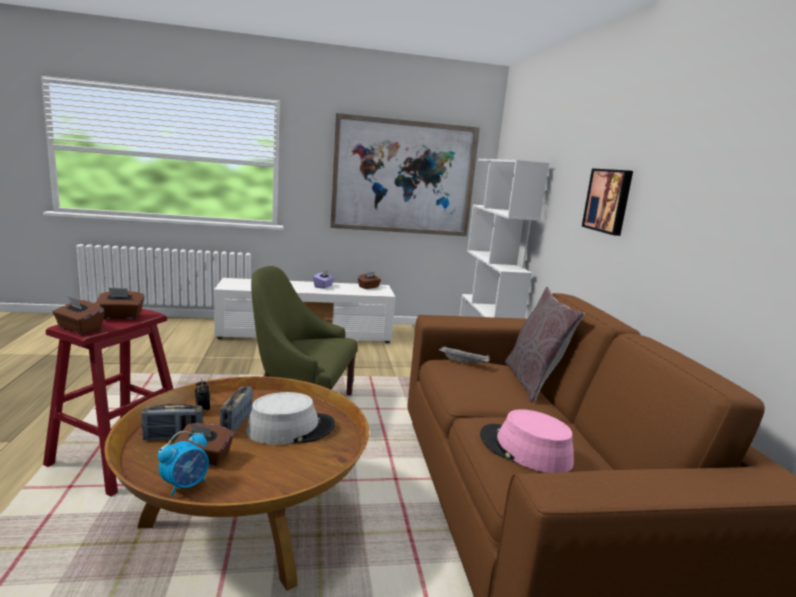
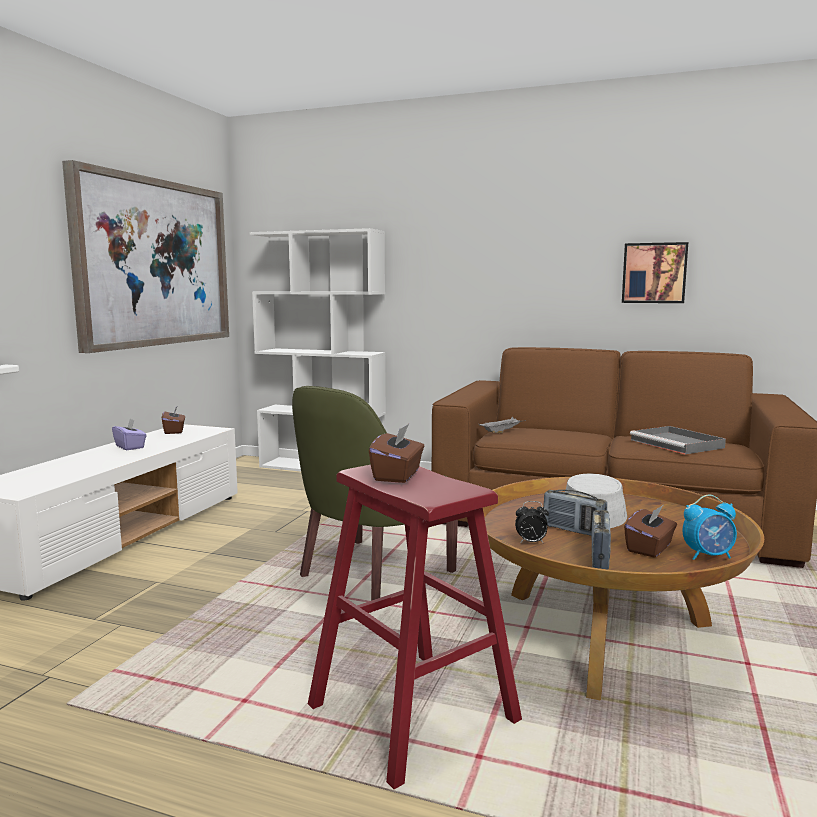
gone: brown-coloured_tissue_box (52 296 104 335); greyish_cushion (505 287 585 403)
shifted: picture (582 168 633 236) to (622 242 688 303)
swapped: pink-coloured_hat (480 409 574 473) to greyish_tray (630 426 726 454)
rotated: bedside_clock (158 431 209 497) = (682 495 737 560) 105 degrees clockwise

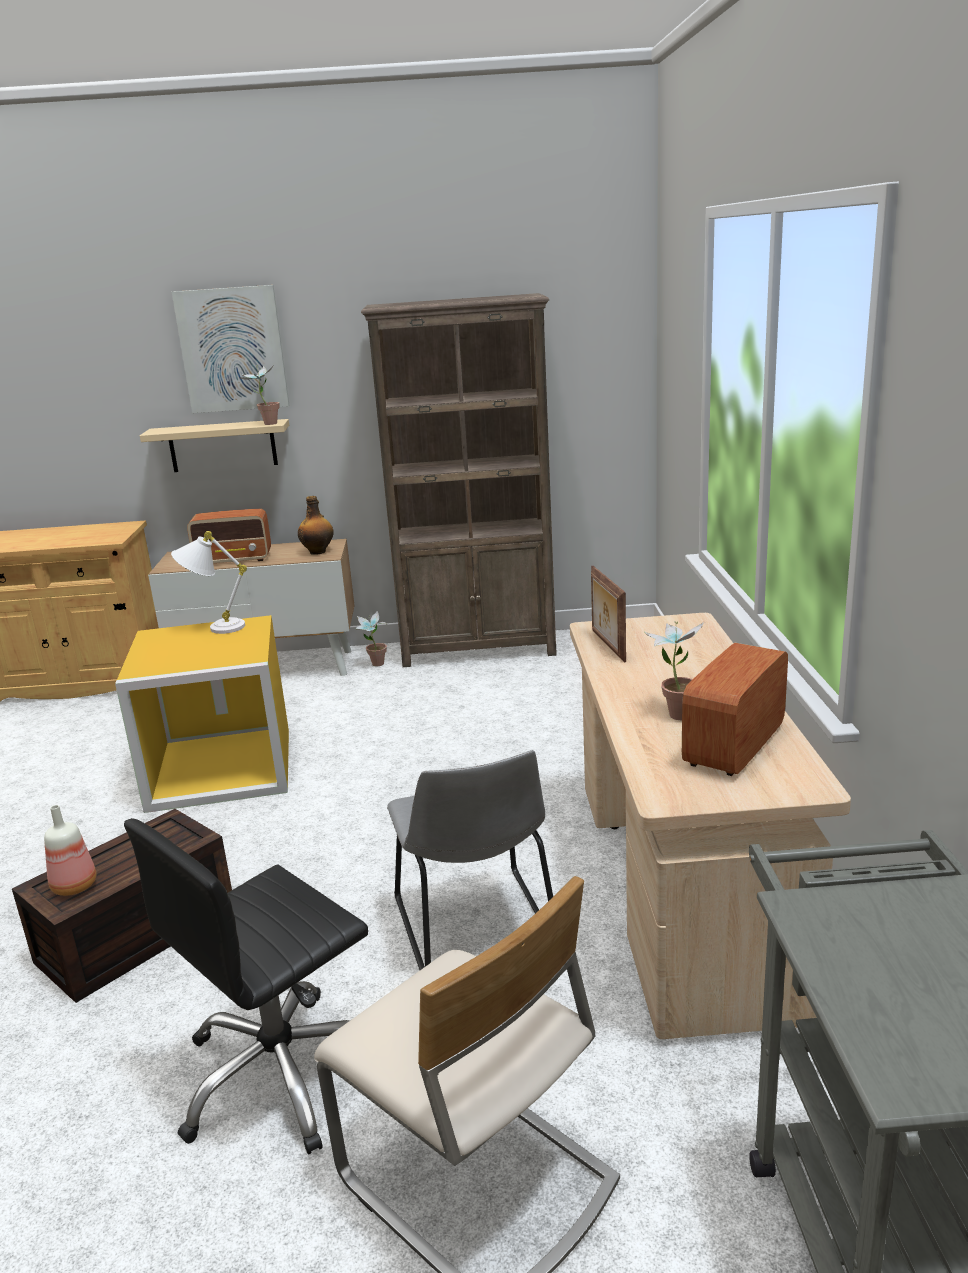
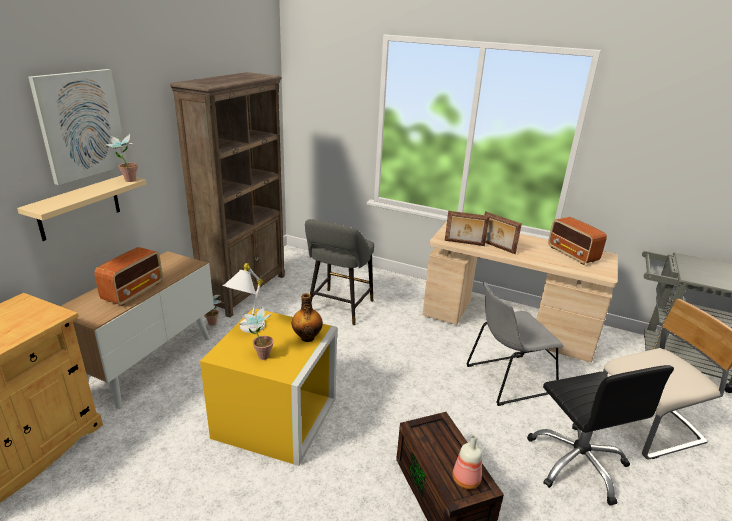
new: greyish_stool (305 219 374 325); picture_frame (485 211 522 254)
shifted: bottle (298 496 334 555) to (292 293 323 342); plant_in_a_pot (643 621 704 720) to (240 306 274 360)
rotated: greyish_plain_chair (387 750 553 970) = (466 281 563 406) 150 degrees clockwise

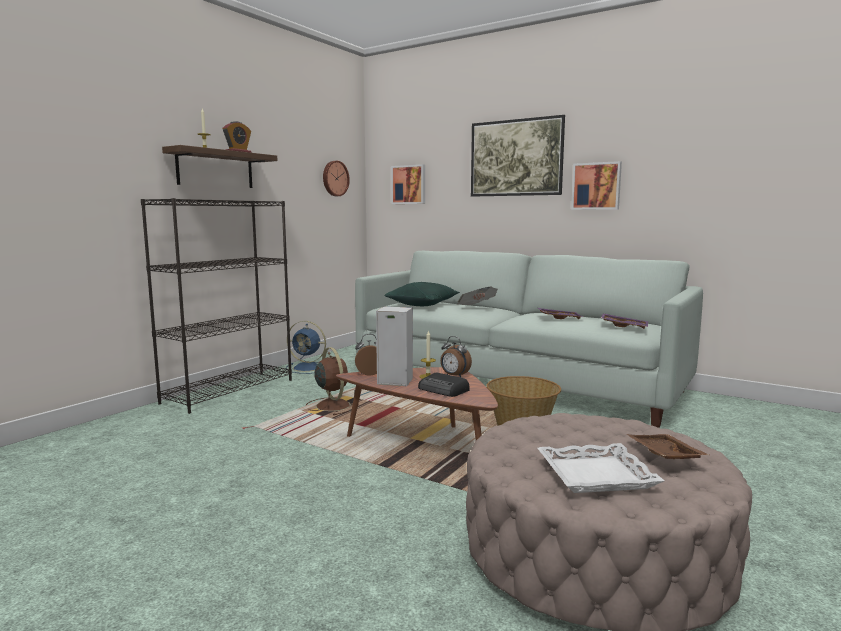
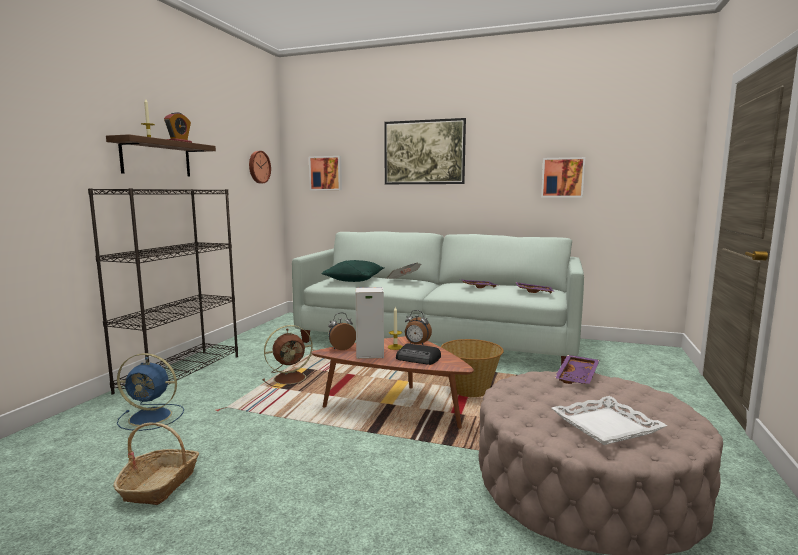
gone: brown-coloured_tray (627 434 709 459)
new: household_basket (113 422 199 505); purple-coloured_tray (555 355 599 384)
shifted: bluish_cooling_fan (286 321 326 374) to (117 353 184 431); picture (571 161 622 210) to (541 157 585 198)
rotated: brown-coloured_cooling_fan (305 347 359 415) = (262 325 315 388) 105 degrees clockwise

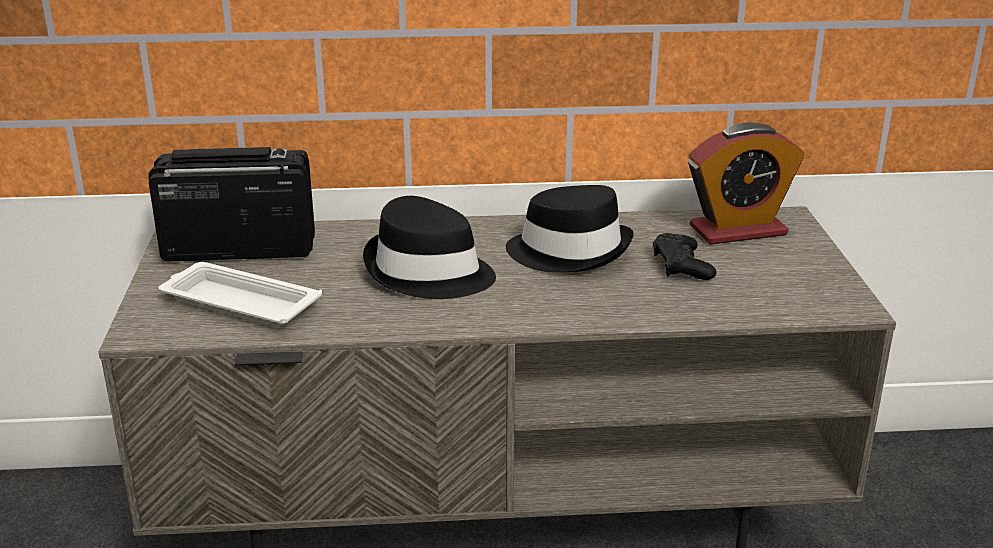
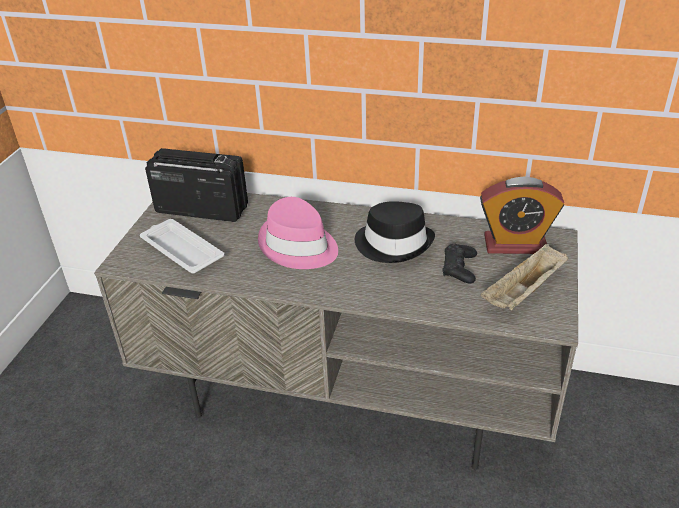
new: beige-coloured_tray (481 244 568 310)
repainted: black-coloured_hat (363 196 496 299) to pink-coloured_hat (258 197 338 269)

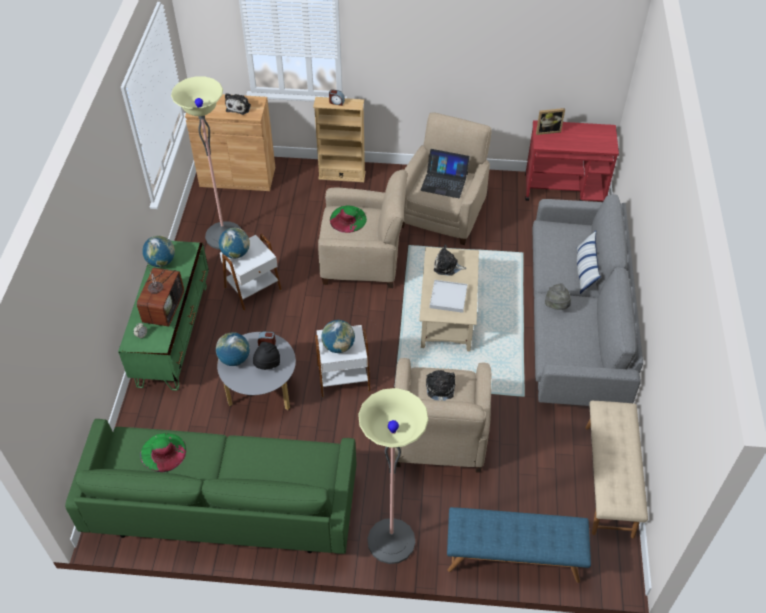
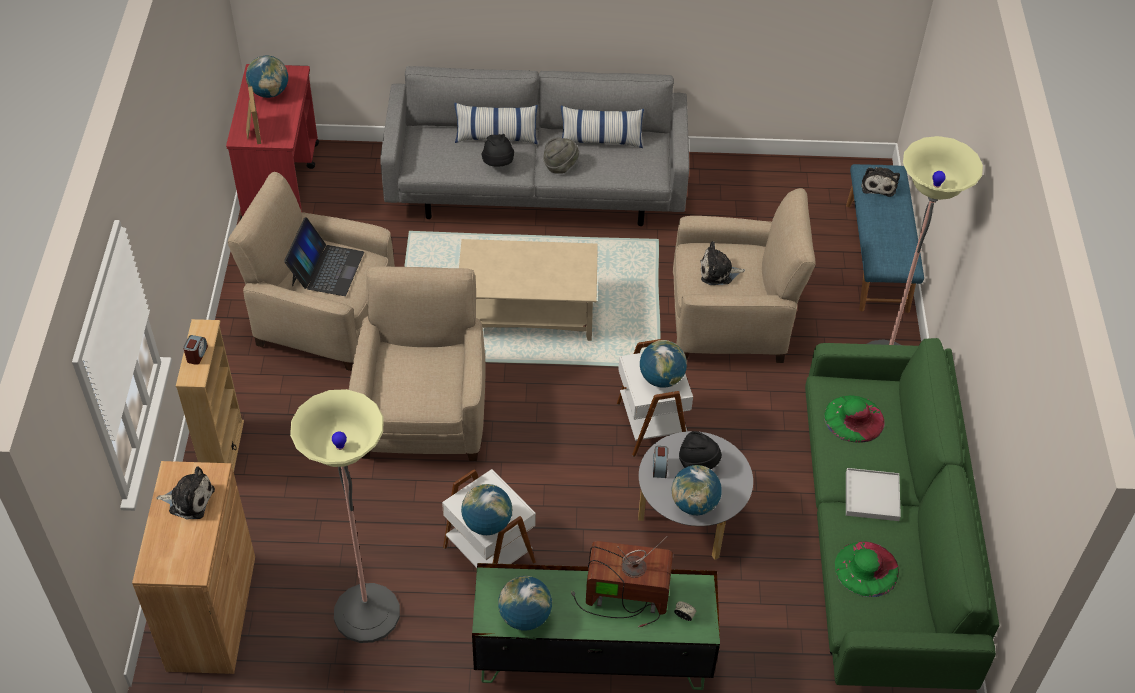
gone: beige-coloured_indoor_bench (586 401 648 538)
new: globe (246 56 288 98); black-coloured_hat (482 134 514 167); cushion (561 106 644 148)
shifted: green-coloured_hat (330 206 367 233) to (824 395 885 442); whitish_tray (430 280 467 313) to (846 468 901 521); soft_toy (434 245 466 276) to (861 167 900 197)

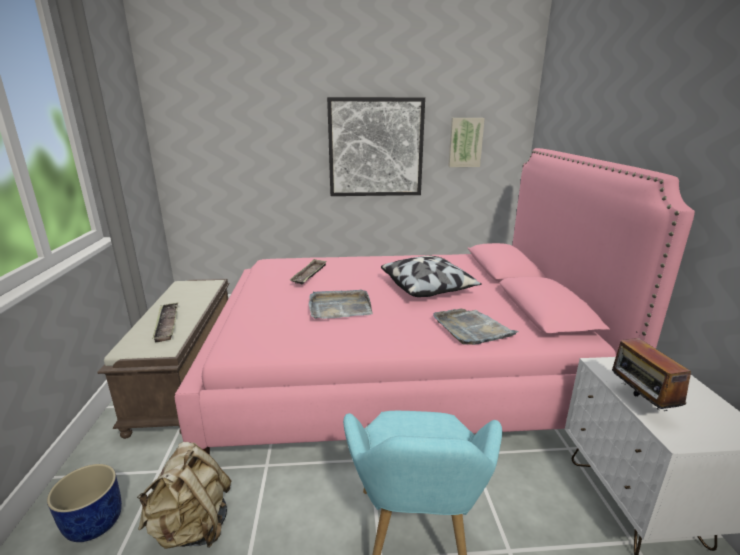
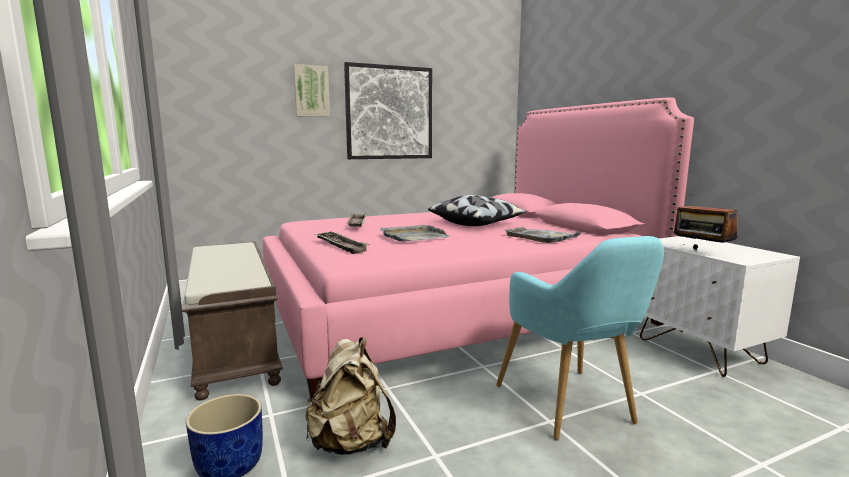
shifted: tray (152 302 178 343) to (315 231 370 254); picture (448 118 485 167) to (293 64 330 117)

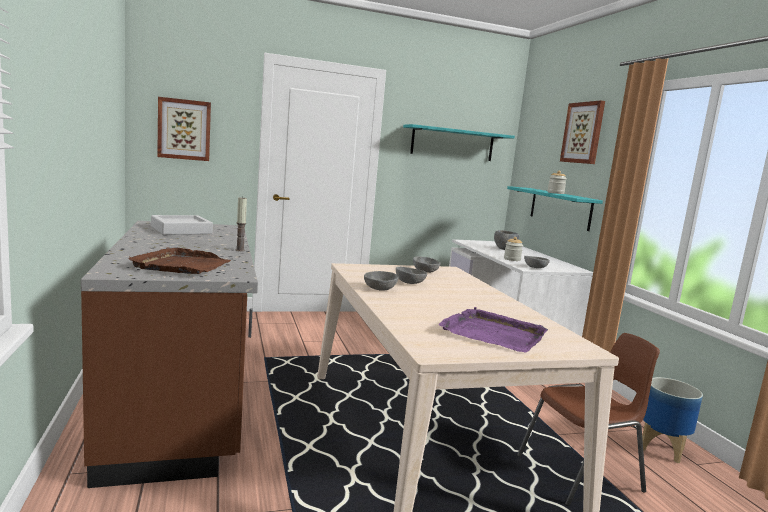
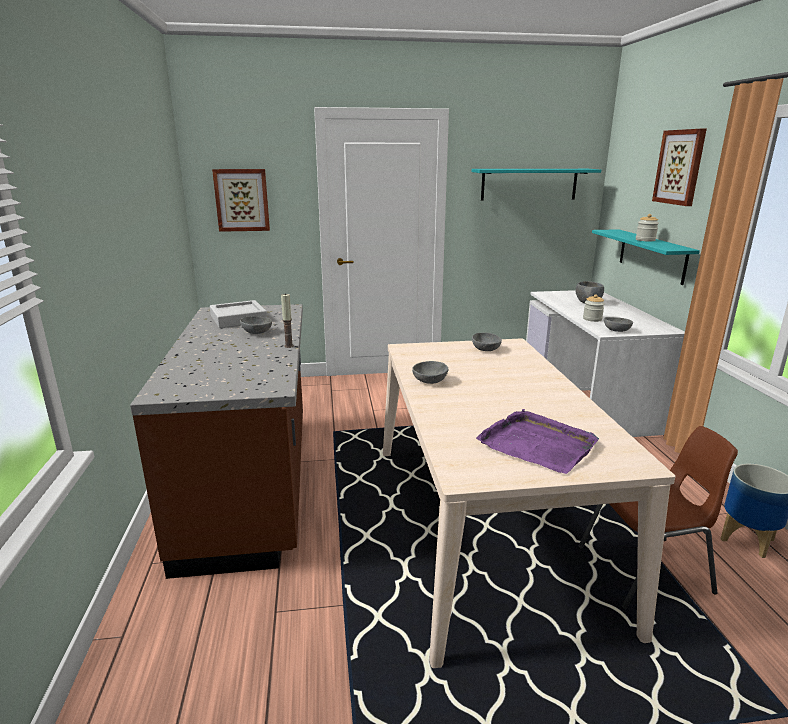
gone: brown-coloured_tray (128 247 231 274)
shifted: greyish_serving_bowl (396 267 427 284) to (240 316 272 334)

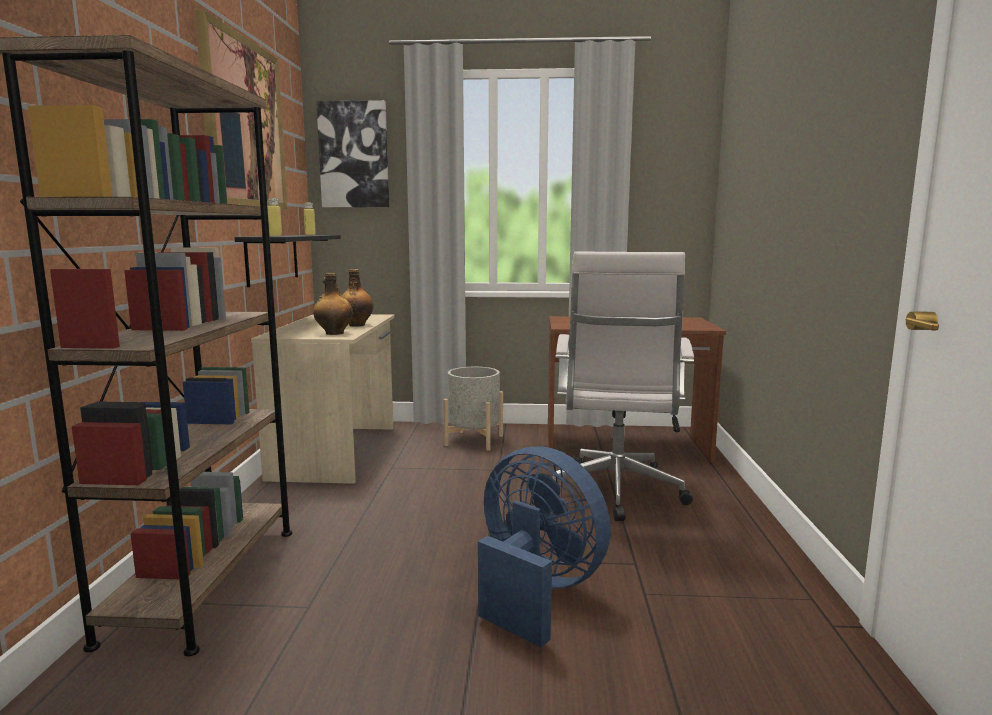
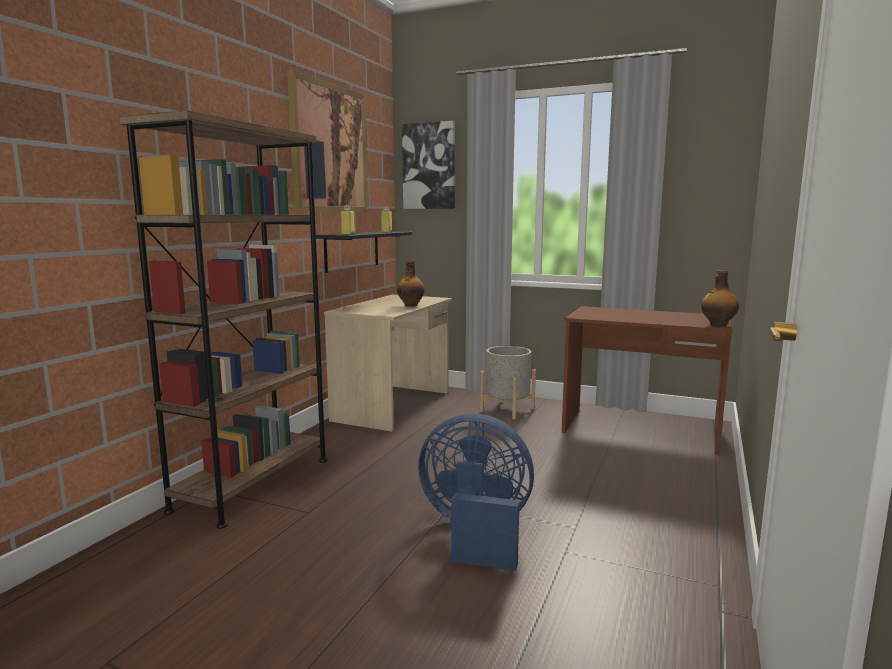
gone: whitish_desk_chair (553 251 694 521)
shifted: bottle (313 273 353 335) to (701 270 739 326)
rotated: bluish_cooling_fan (478 447 611 647) = (418 414 534 571) 45 degrees counterclockwise

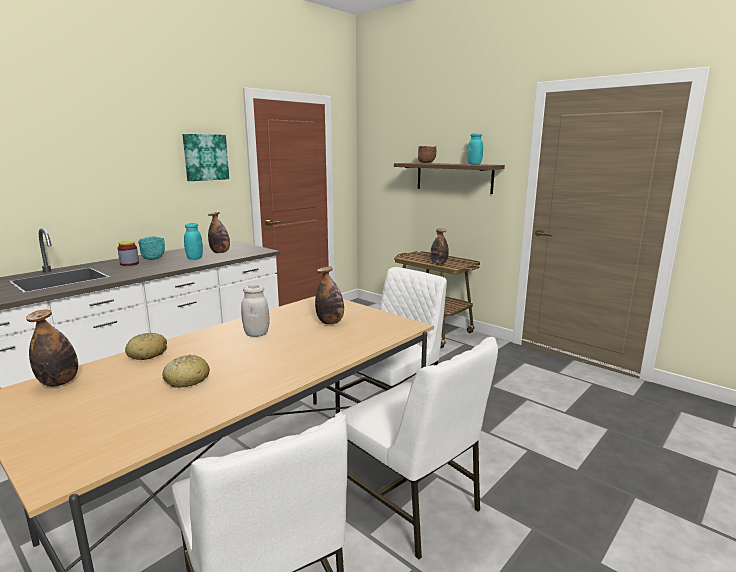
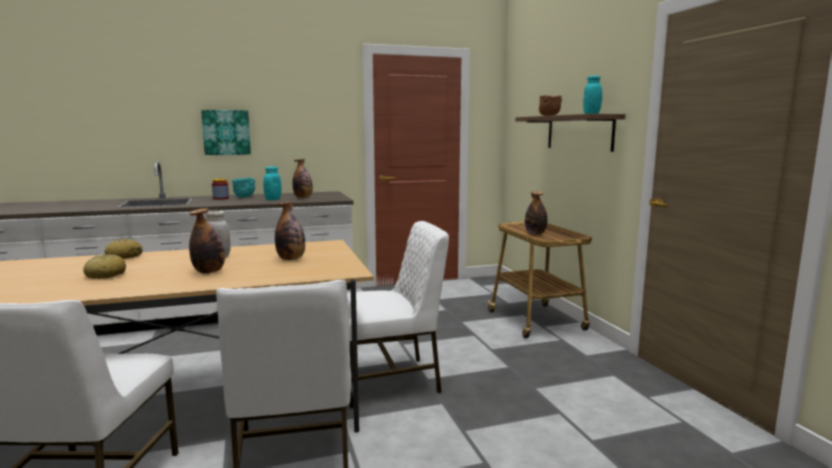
shifted: bottle (26 310 78 387) to (189 208 225 274); picture (182 134 229 181) to (201 110 251 155)

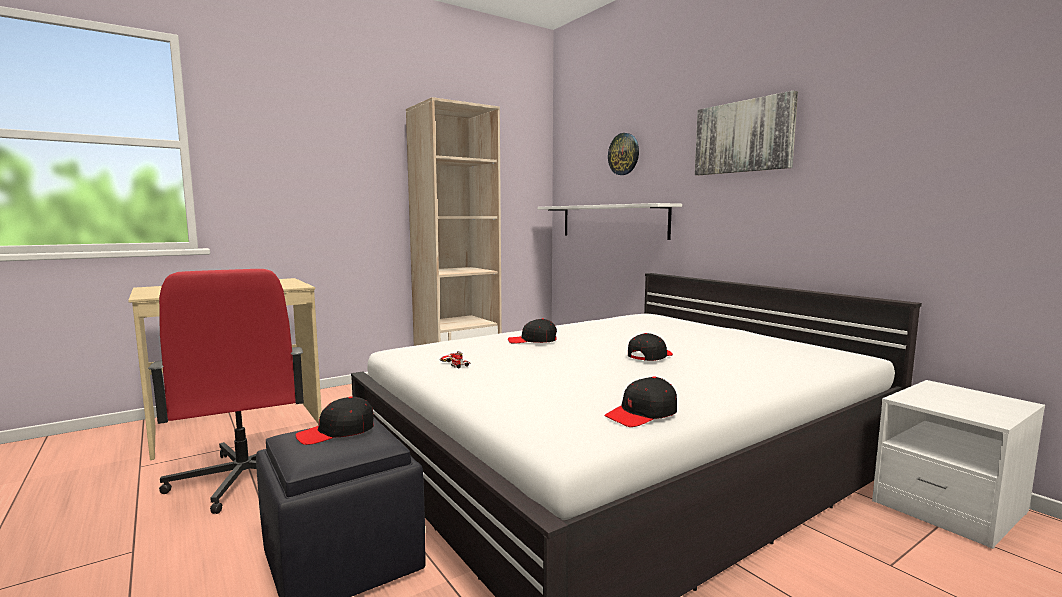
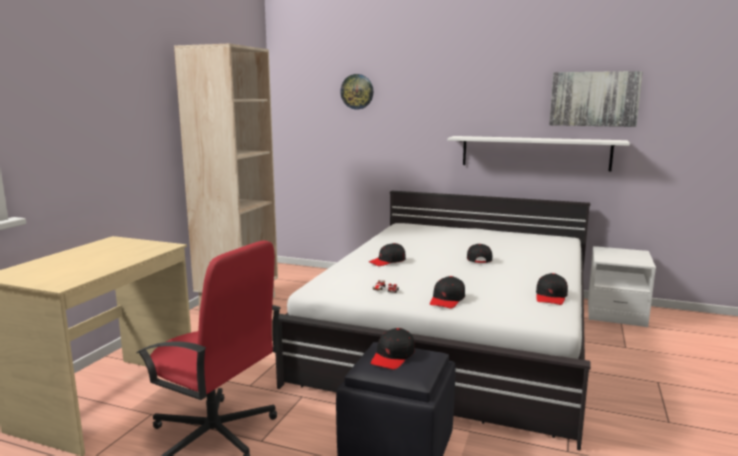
new: black-coloured_baseball_cap (430 276 465 309)
shifted: whitish_bracket_shelf (537 203 682 240) to (447 136 630 171); picture (695 90 798 175) to (549 71 643 127)

